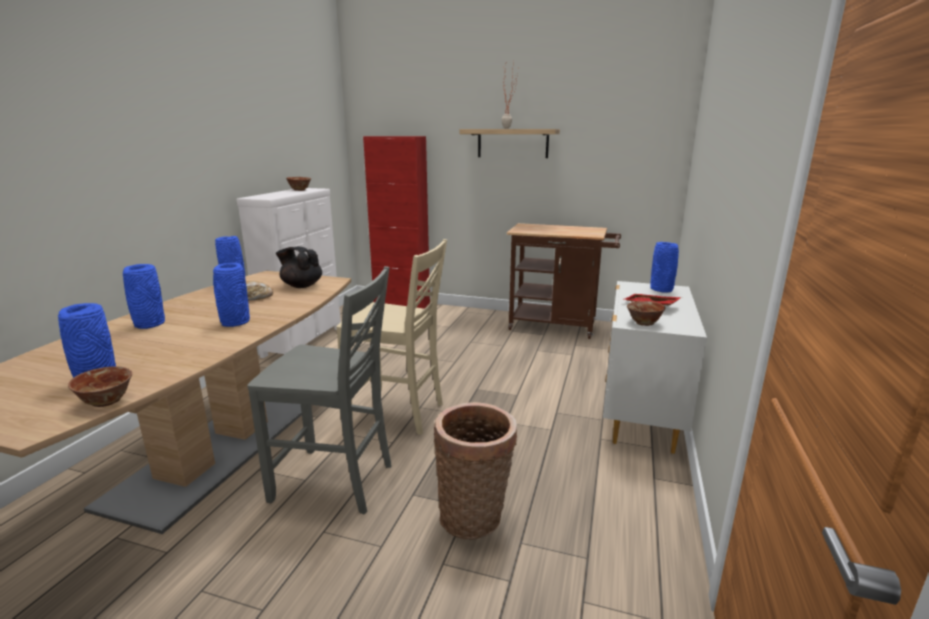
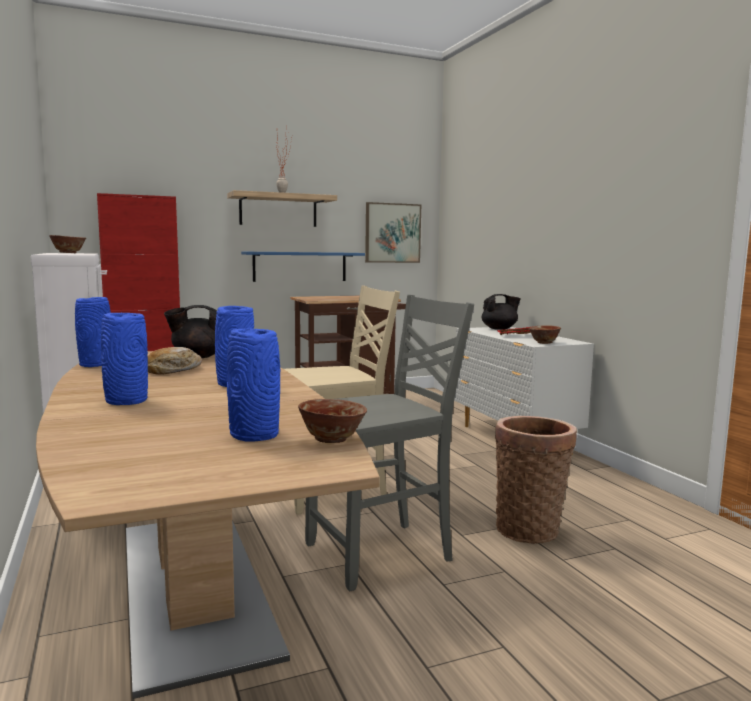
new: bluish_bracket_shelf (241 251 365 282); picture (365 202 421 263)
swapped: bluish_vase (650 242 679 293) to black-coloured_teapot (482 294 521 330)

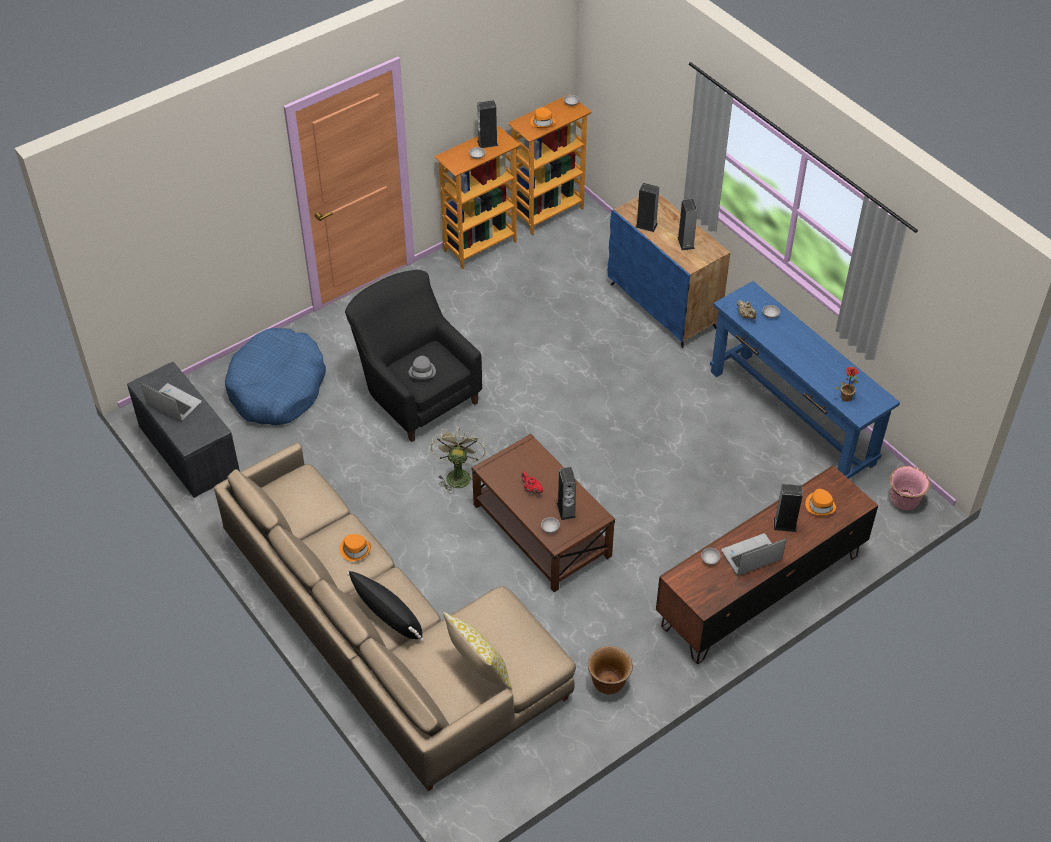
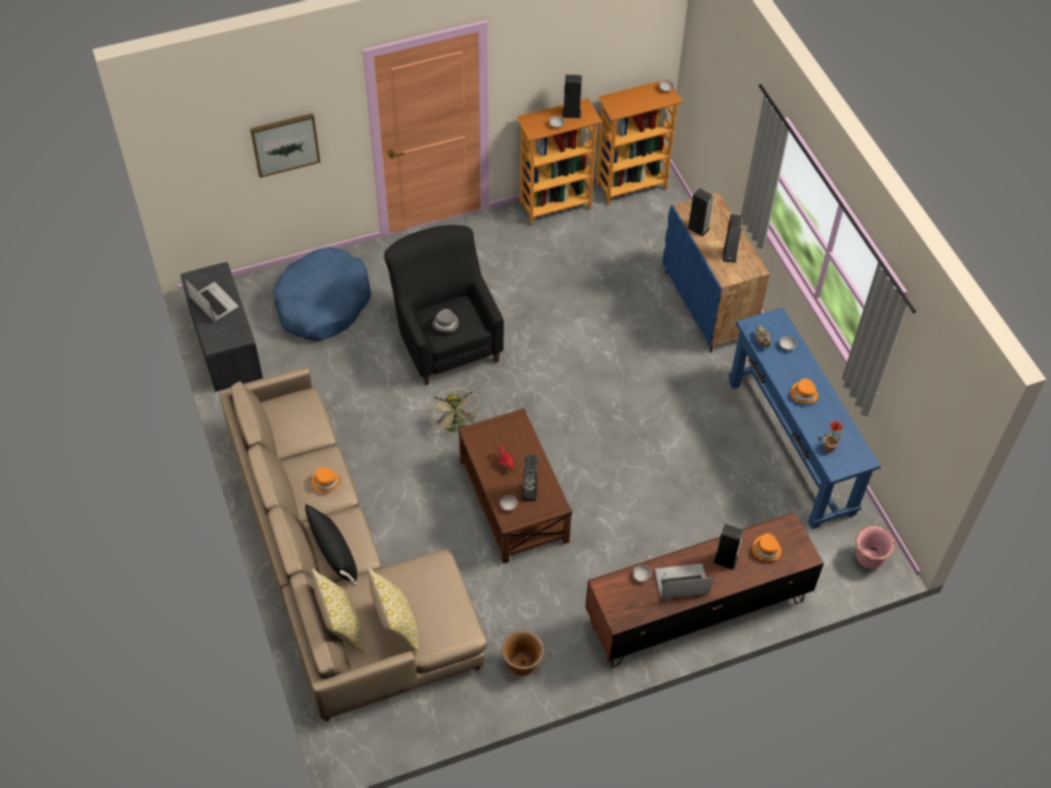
new: picture (250 113 321 178); cushion (312 568 364 653)
shifted: orange-coloured_hat (530 107 556 128) to (790 378 818 404)
rotated: beige-coloured_cooling_fan (431 427 485 494) = (428 388 480 433) 150 degrees clockwise

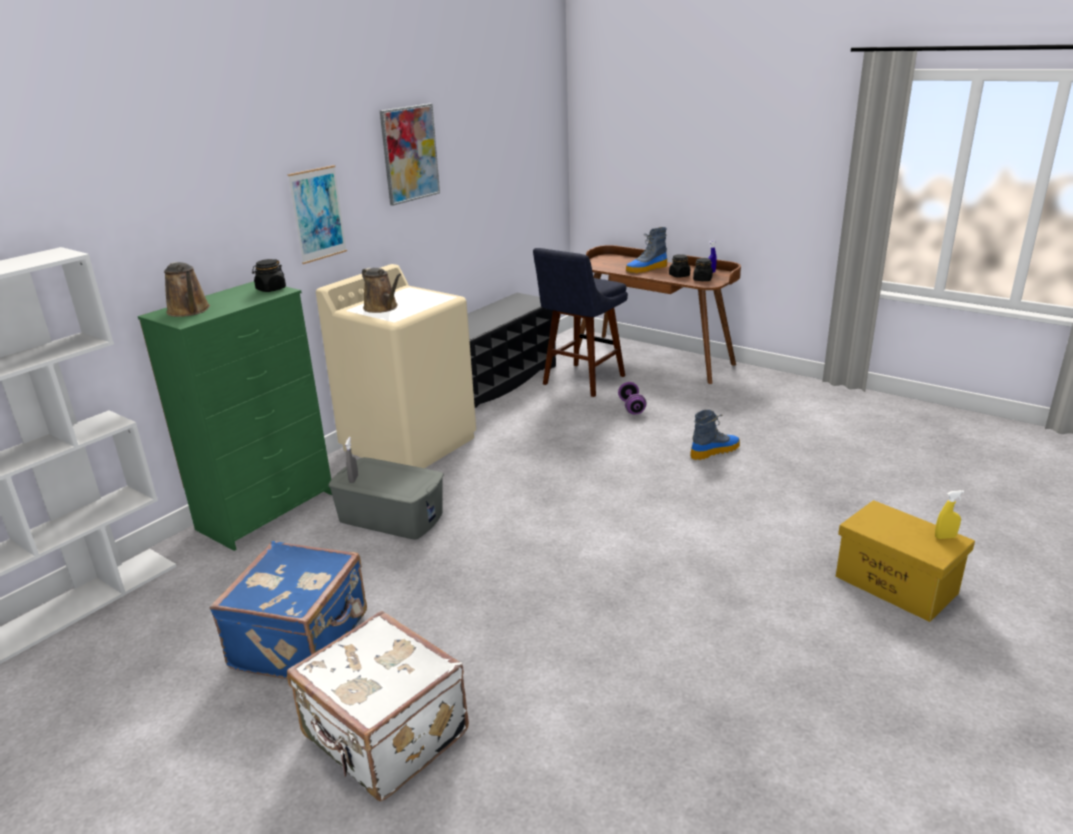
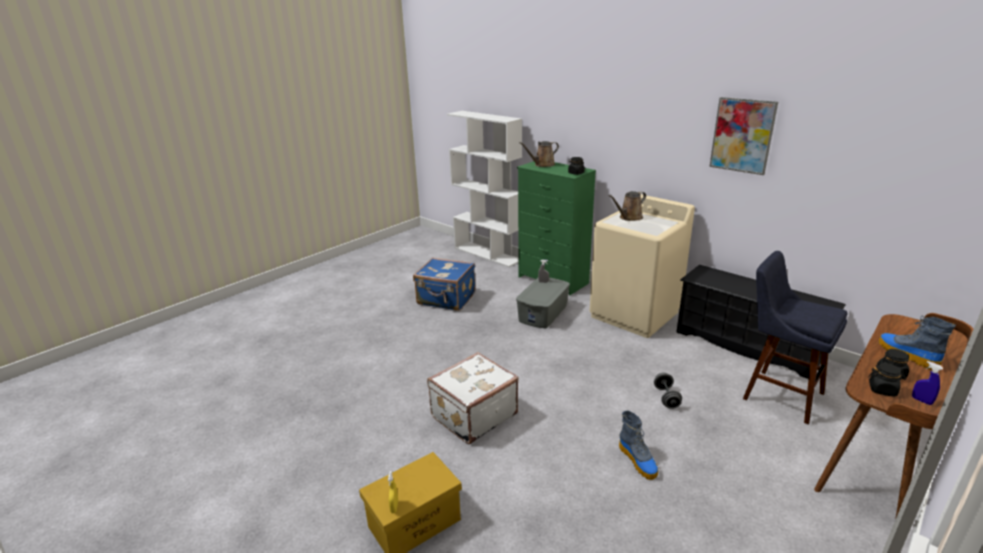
gone: picture (287 165 347 264); purple-coloured_free_weight (618 382 647 414)
new: greyish_free_weight (654 372 682 409)
shifted: whitish_suitcase (287 610 469 801) to (427 352 519 444)

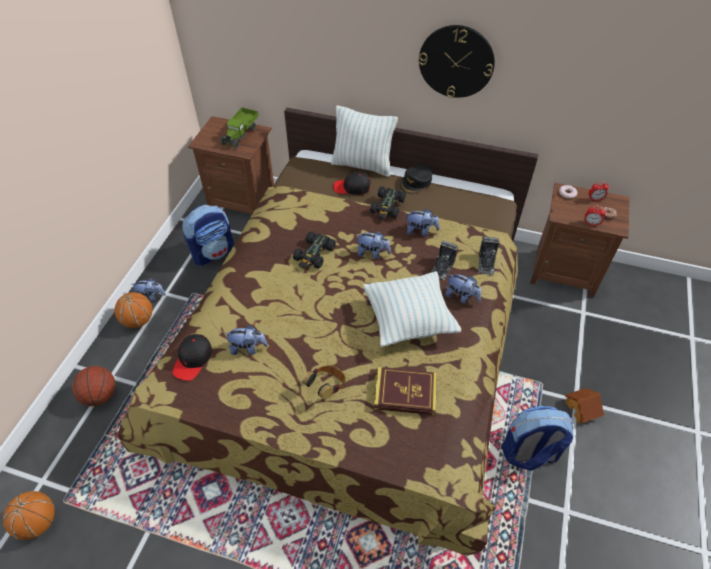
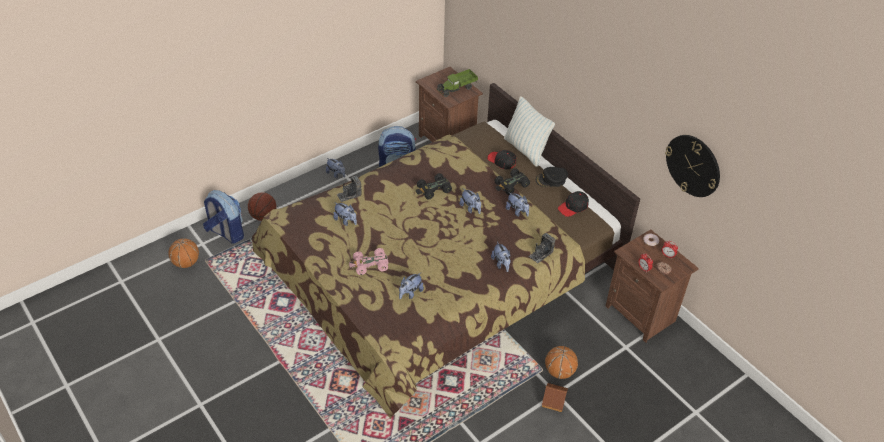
gone: cushion (363 271 461 347)
shifted: basketball_ball (114 292 152 328) to (545 346 578 379); black-coloured_baseball_cap (172 334 212 381) to (558 191 589 217); hanging_clock (419 25 495 98) to (665 135 720 197); photo_camera (431 241 458 280) to (337 176 361 202); rucksack (502 406 574 471) to (203 190 244 244)
swapped: headset (303 366 345 399) to pink-coloured_model_car (349 248 388 275); volume (374 367 437 415) to soft_toy (399 273 424 299)

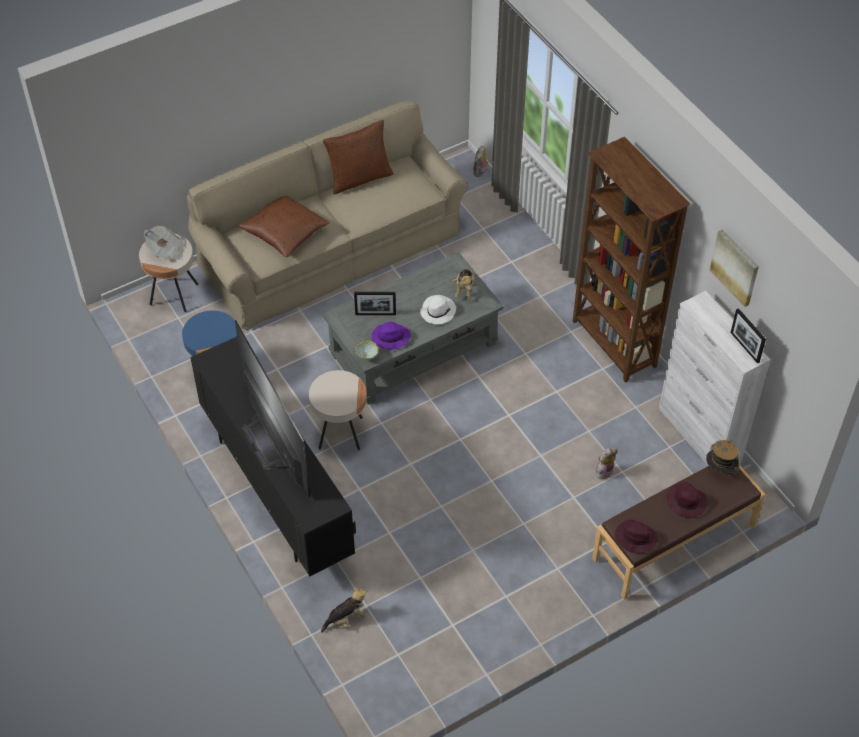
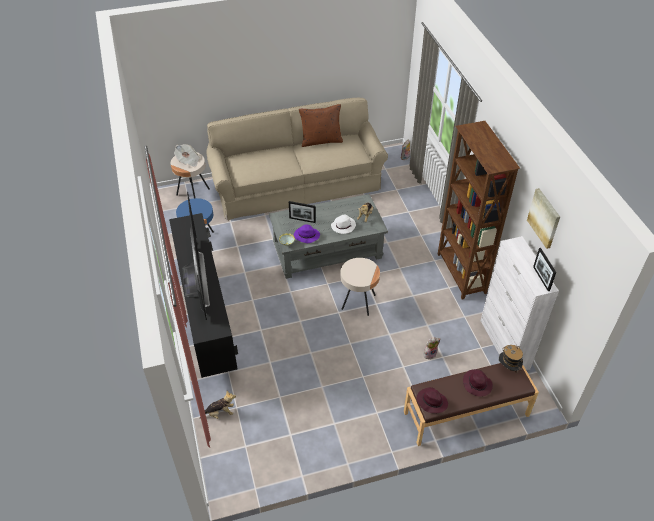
gone: brown-coloured_cushion (238 196 330 258)
shifted: beige-coloured_end_table (309 370 367 450) to (340 258 380 316)

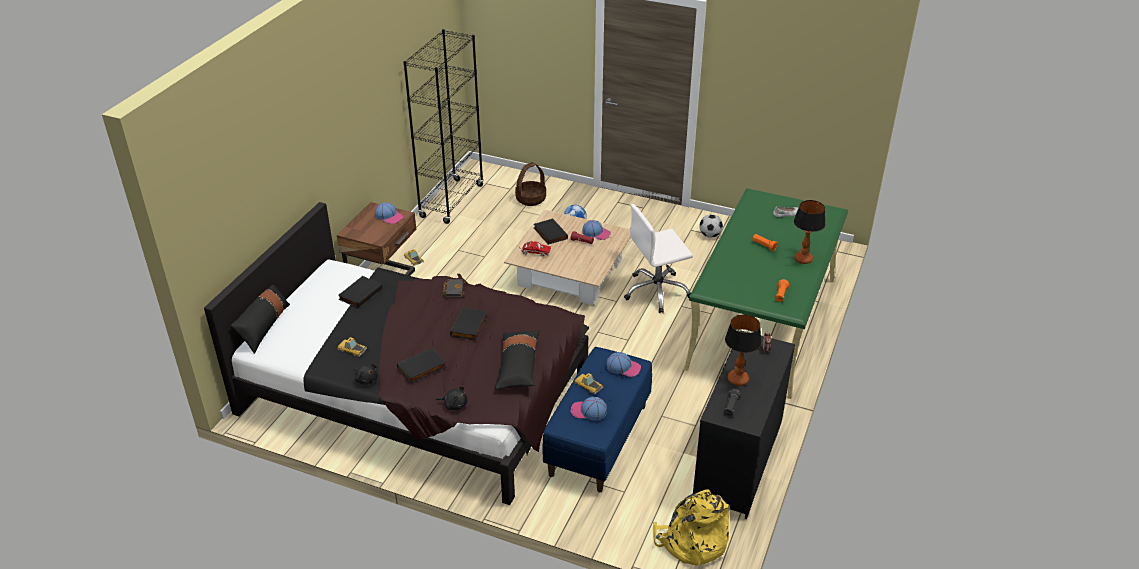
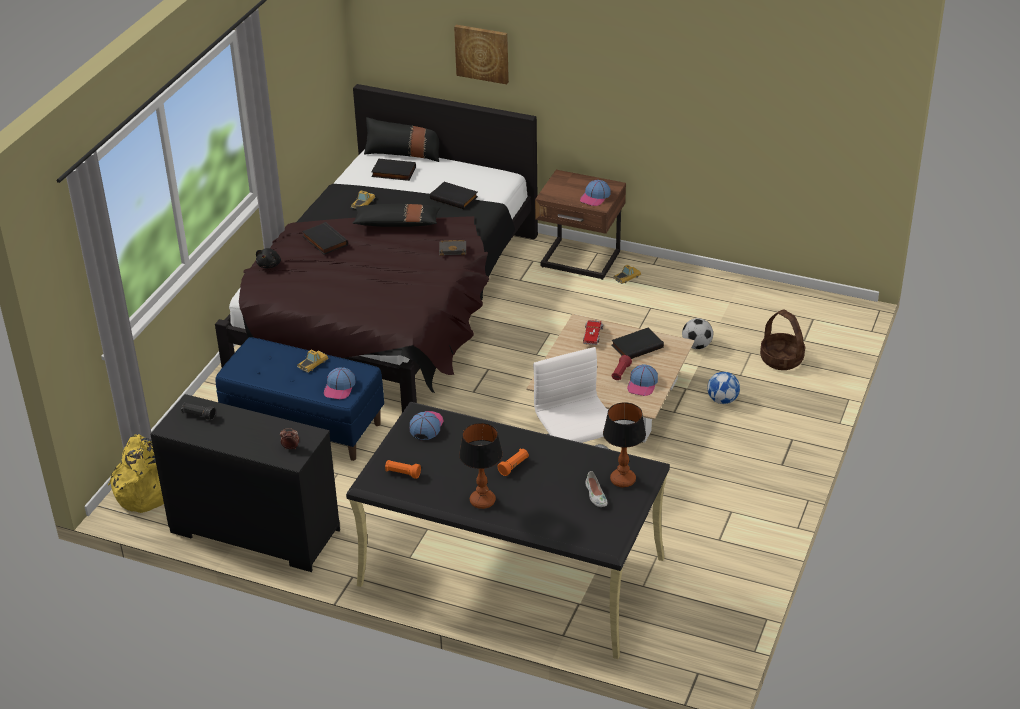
gone: black-coloured_soft_toy (354 364 378 385); black-coloured_bookshelf (403 29 484 224)
new: picture (454 25 509 84)
shifted: black-coloured_volume (450 307 487 340) to (371 159 416 181); black-coloured_cushion (494 330 540 390) to (353 204 440 227); baseball_cap (570 397 607 421) to (410 411 443 440); ball_for_football (699 214 723 238) to (682 318 713 349); table_lamp (725 314 762 386) to (603 402 646 487)
repainted: green-coloured_desk_unit (684 188 848 399) to black-coloured_desk_unit (346 402 670 659)

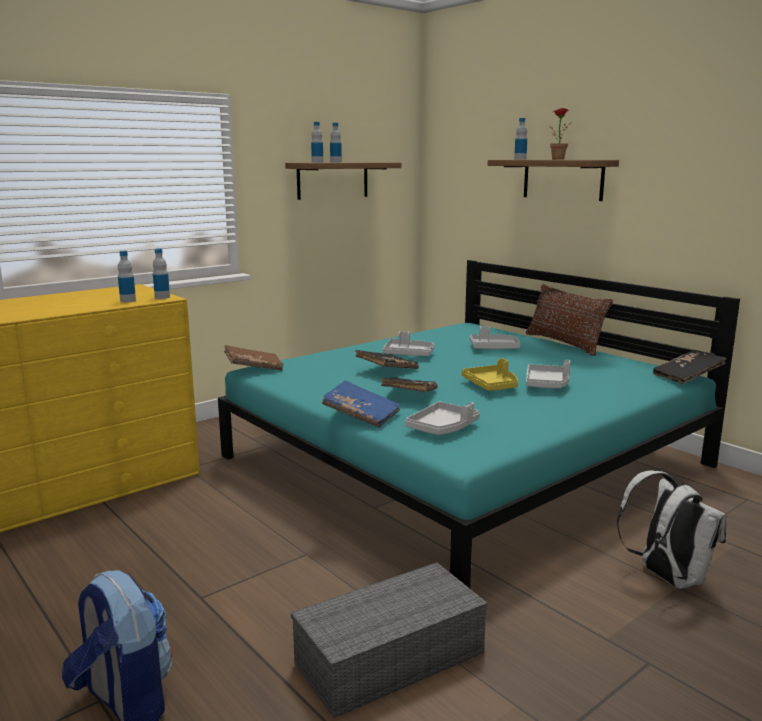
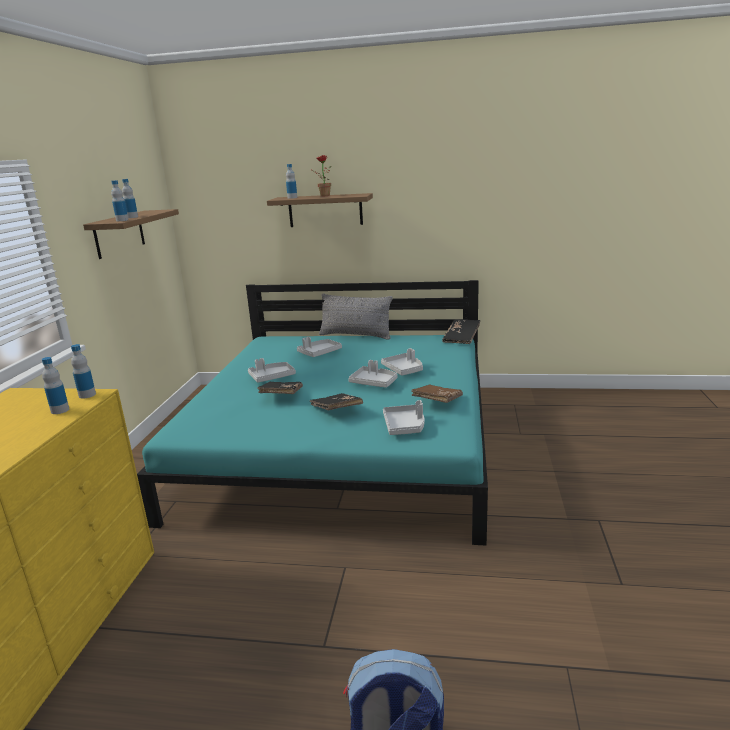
gone: greyish_storage_bin (291 562 488 718); bluish_volume (322 380 401 428); whitish_rucksack (617 470 727 589)
shifted: brown-coloured_volume (224 345 284 371) to (411 384 463 403)
repainted: yellow_tray (462 358 518 391) to greyish_tray (348 360 397 388); brown-coloured_cushion (526 284 613 356) to greyish_cushion (319 294 393 340)

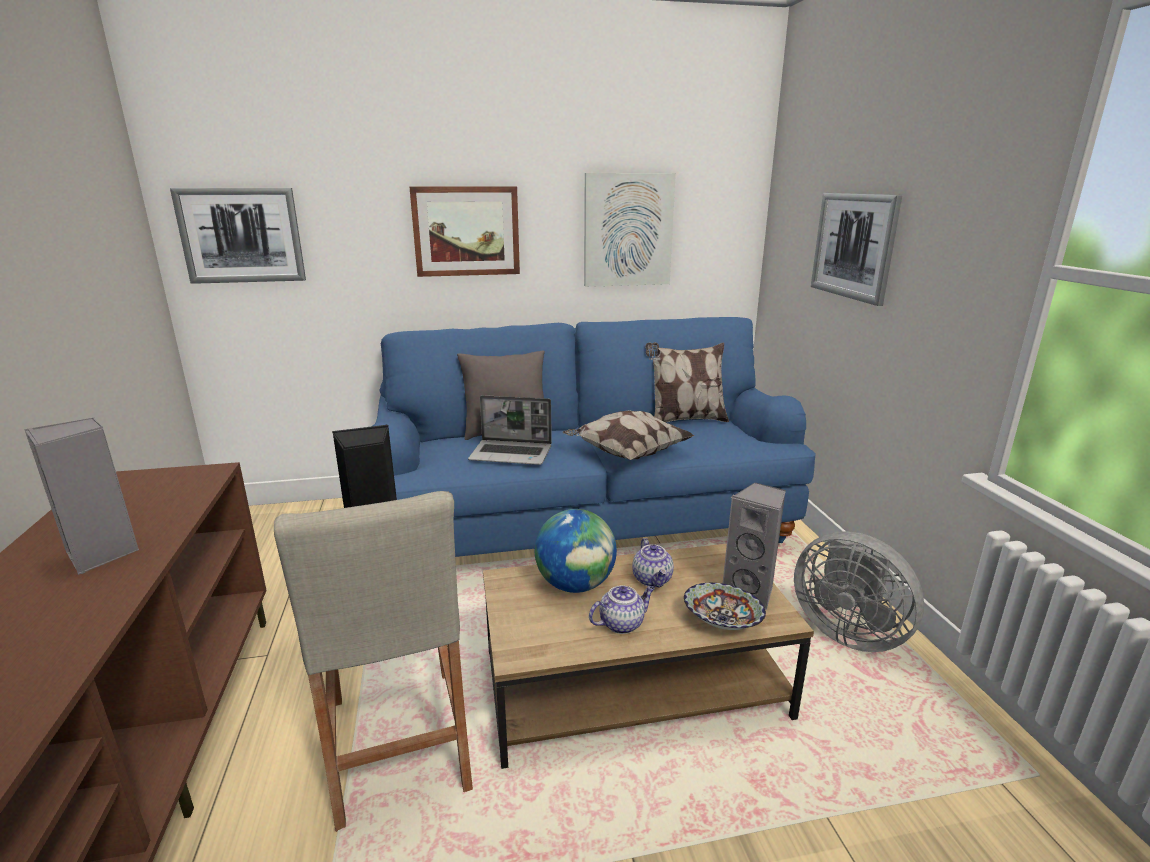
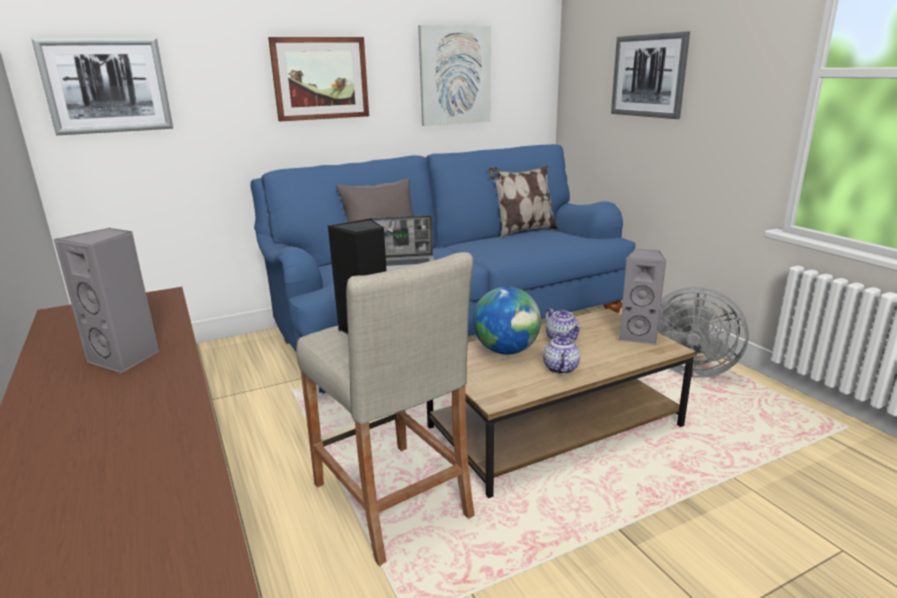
gone: cushion (563 410 694 460); serving_bowl (684 583 766 630)
rotated: teapot (589 585 655 634) = (543 333 580 374) 45 degrees counterclockwise

